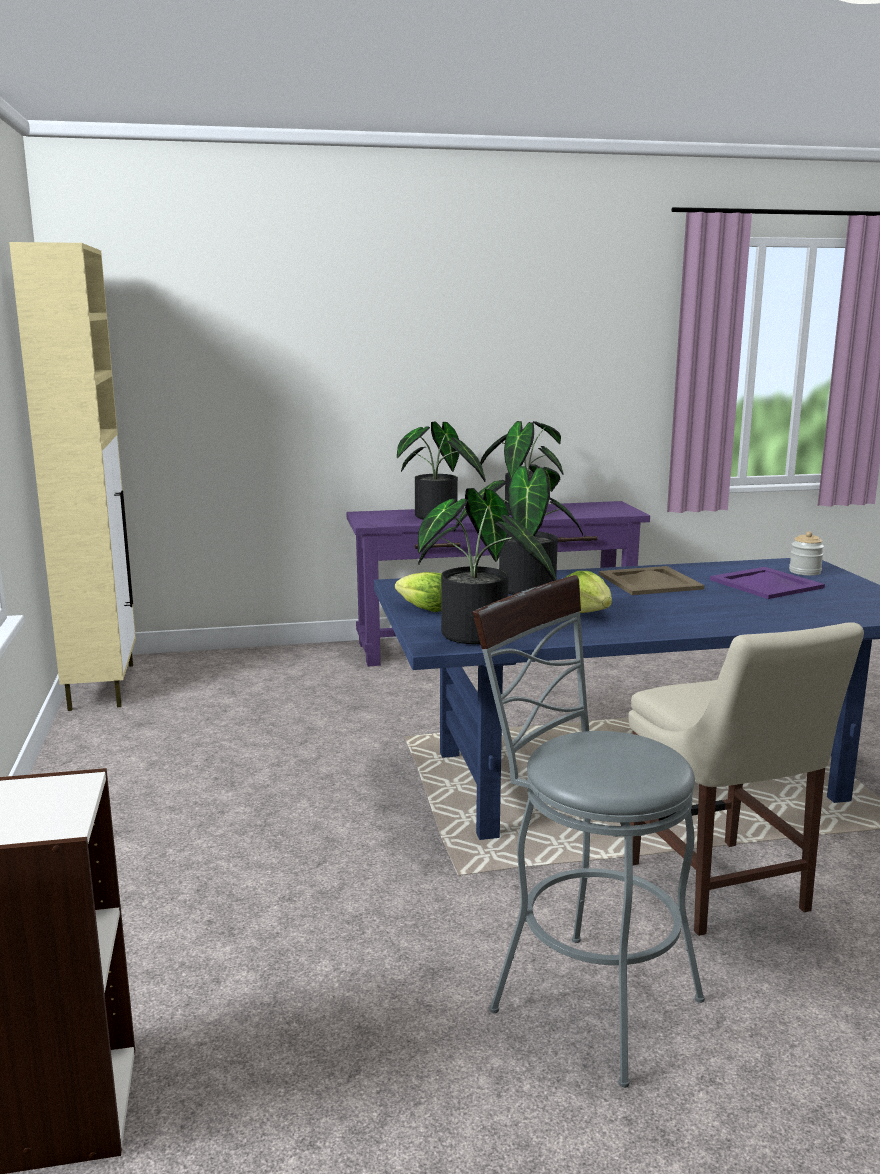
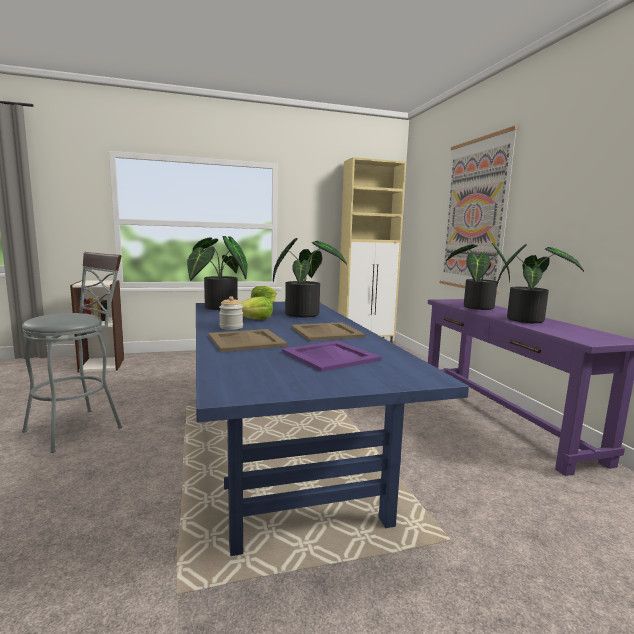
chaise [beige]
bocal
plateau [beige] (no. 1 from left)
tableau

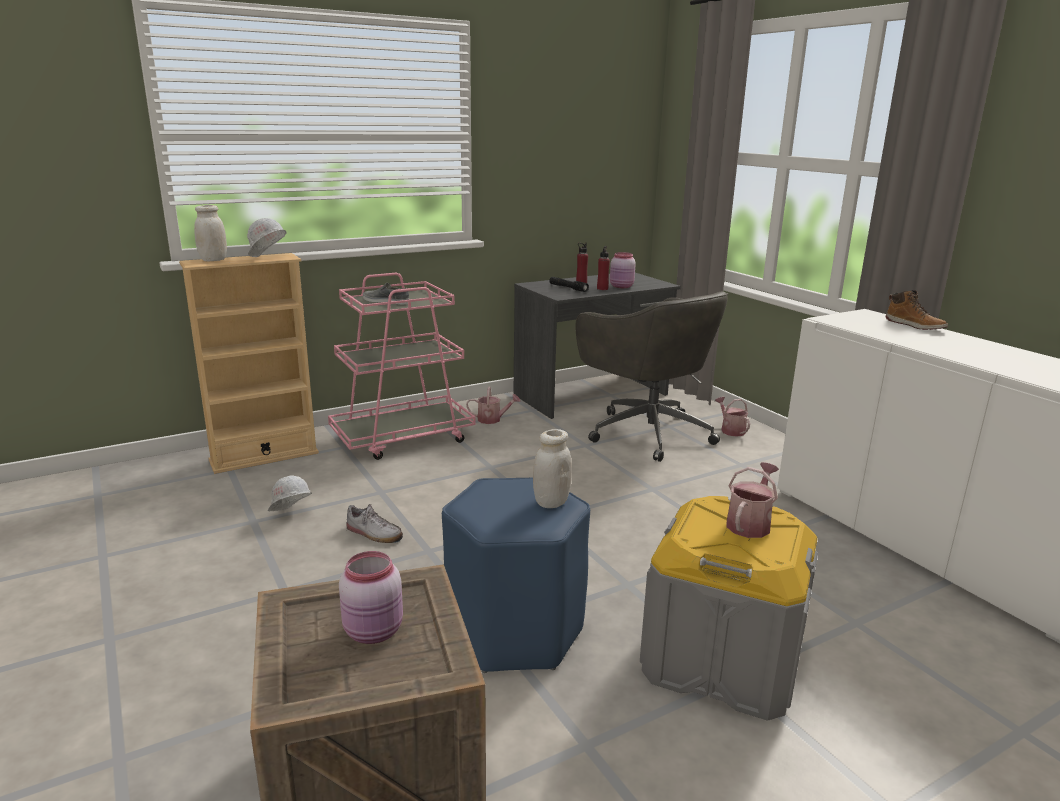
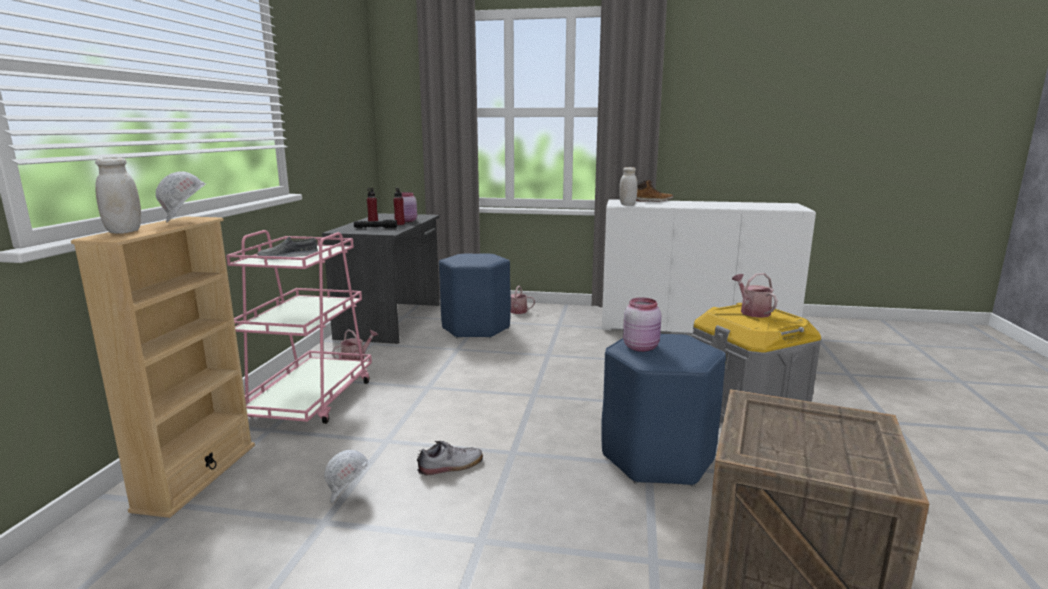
bocal [rose] (no. 2 from left)
bocal [blanc] (no. 2 from left)
tabouret [bleu] (no. 1 from left)

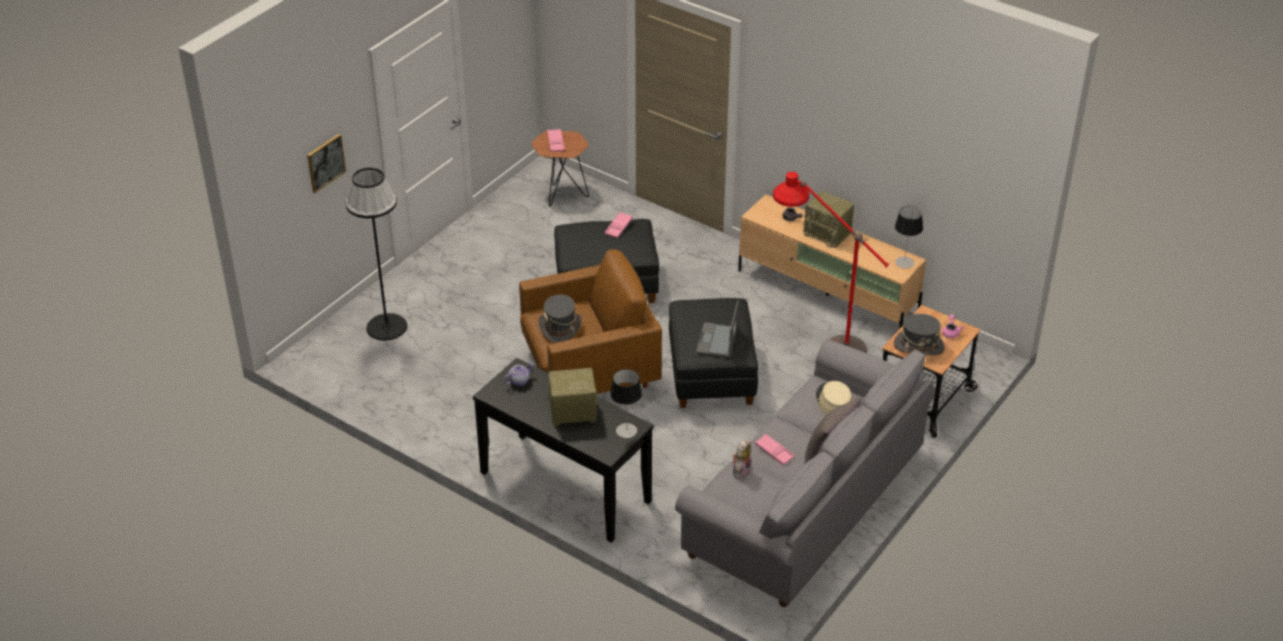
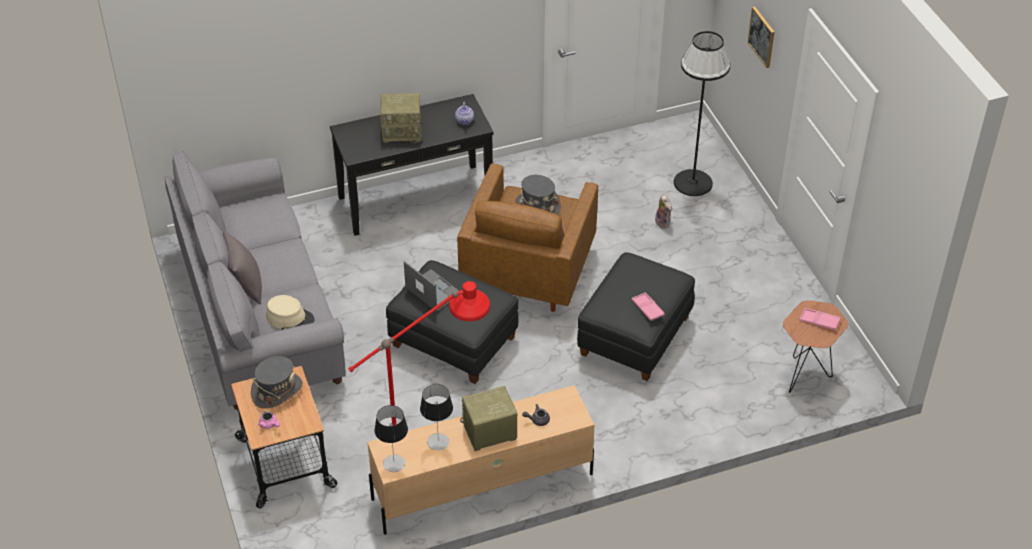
radio (no. 1 from left)
lampe de table (no. 2 from left)
peluche
plateau [rose] (no. 3 from left in the first image)

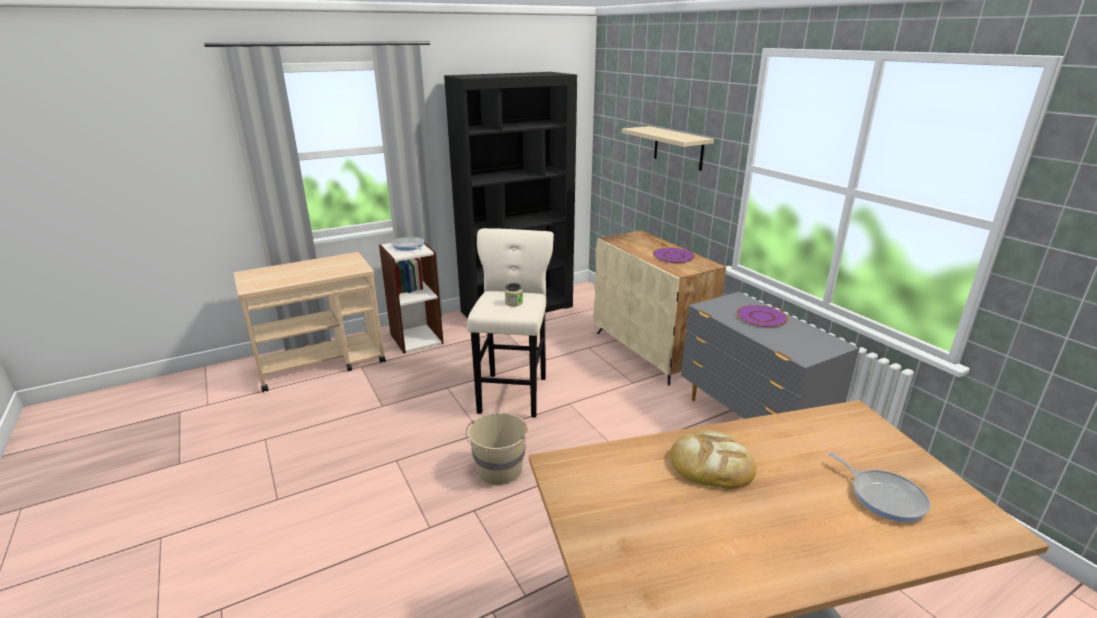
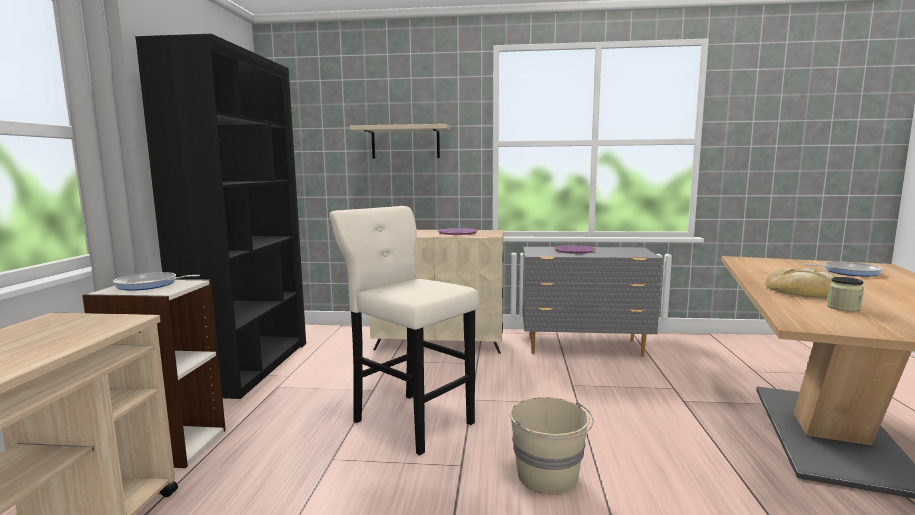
bocal

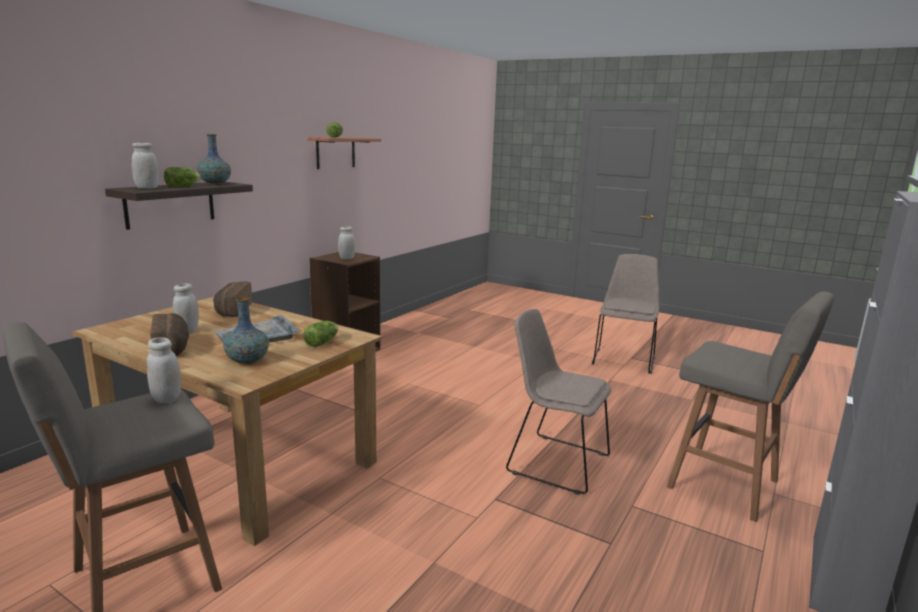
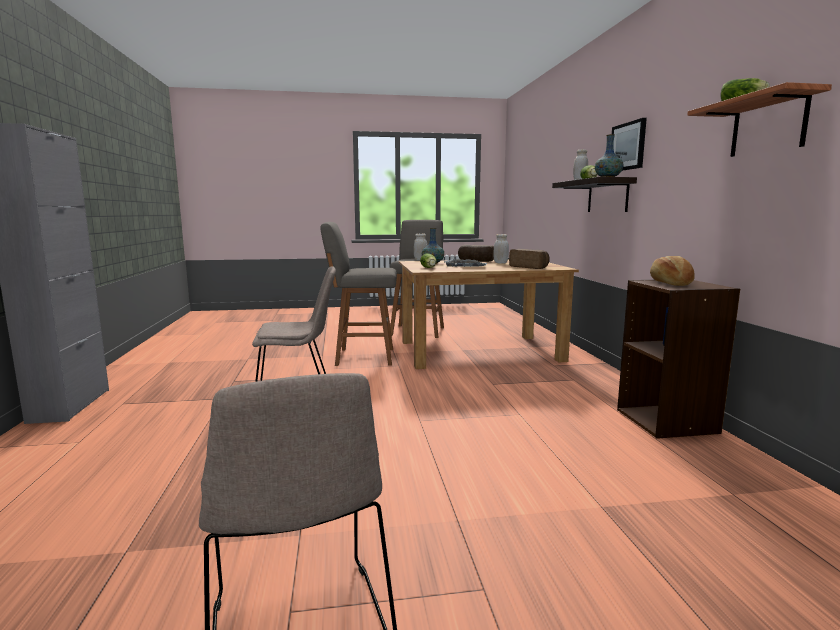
pain (no. 3 from left)
tabouret [gris] (no. 1 from left)
tableau

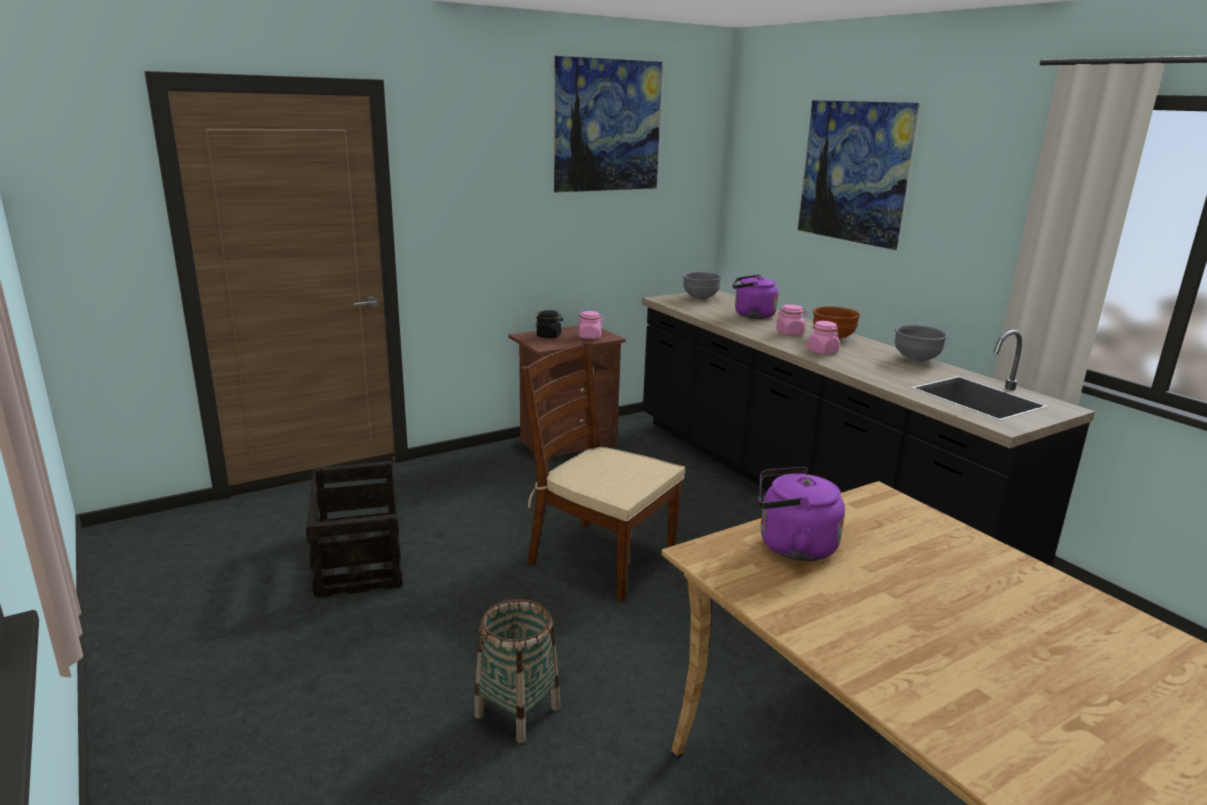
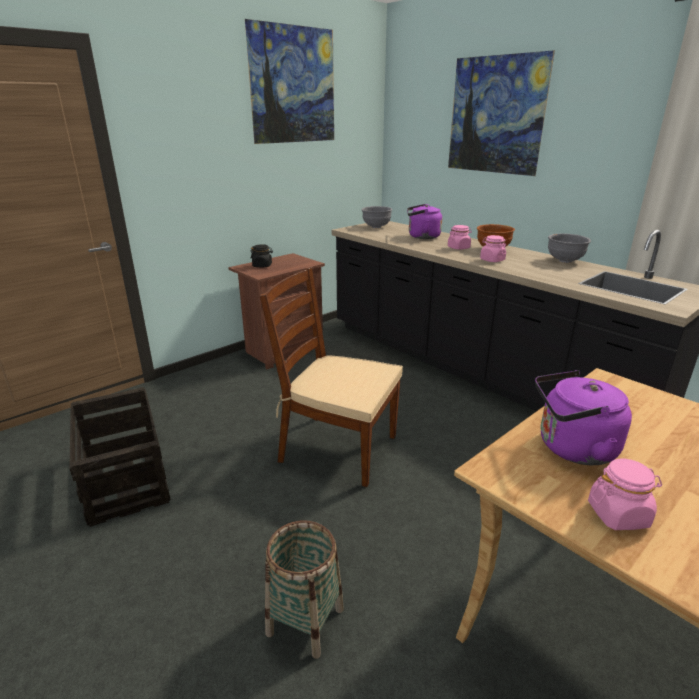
bocal [rose] (no. 3 from left)

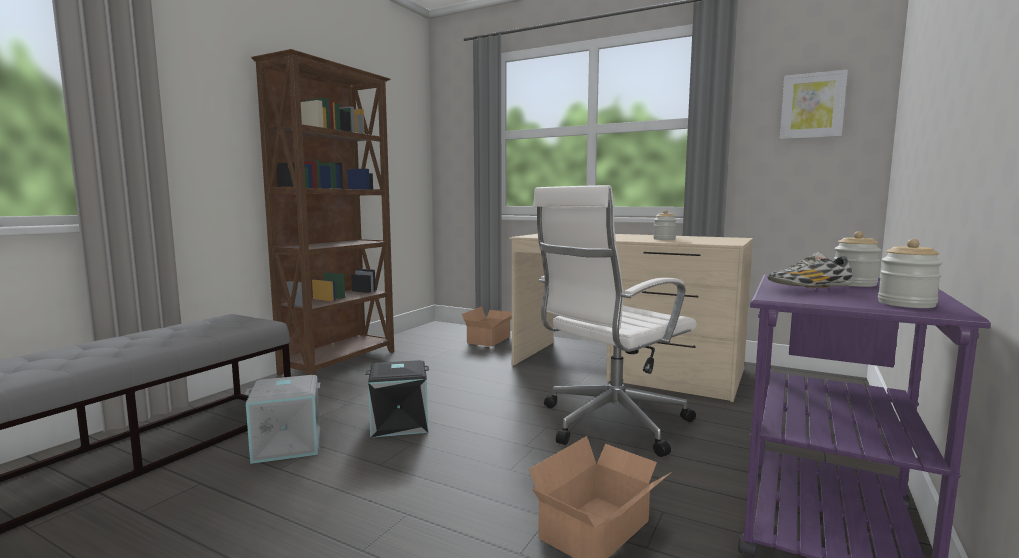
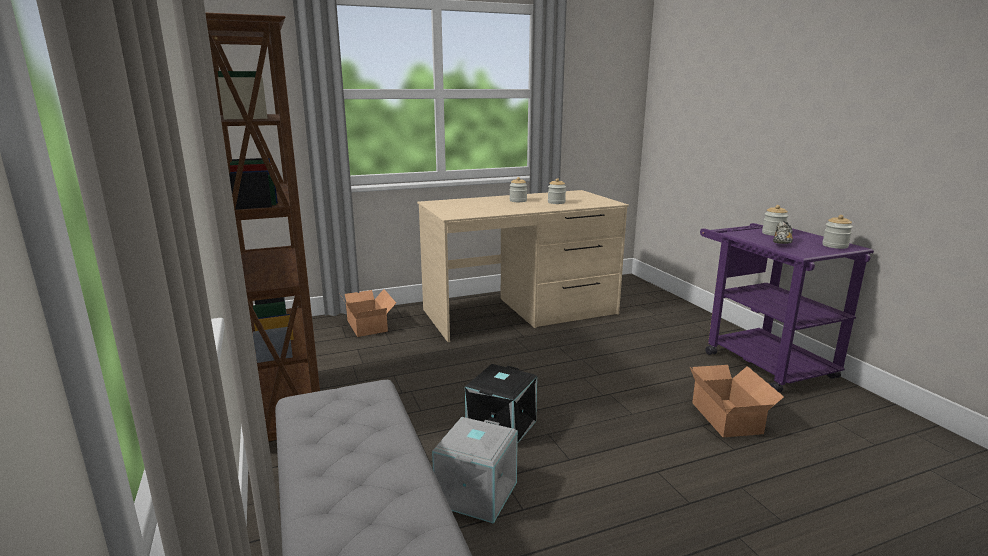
chaise de bureau [blanc]
tableau
bocal (no. 1 from left)

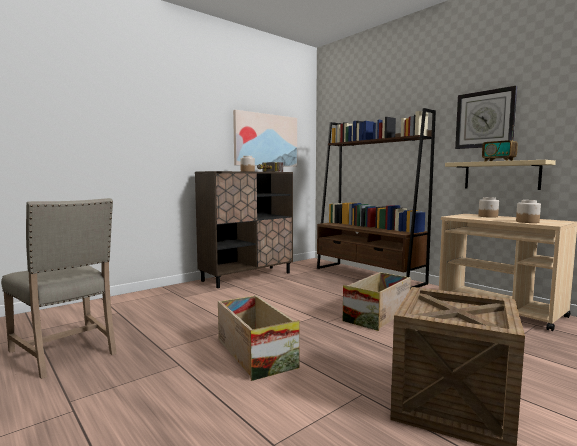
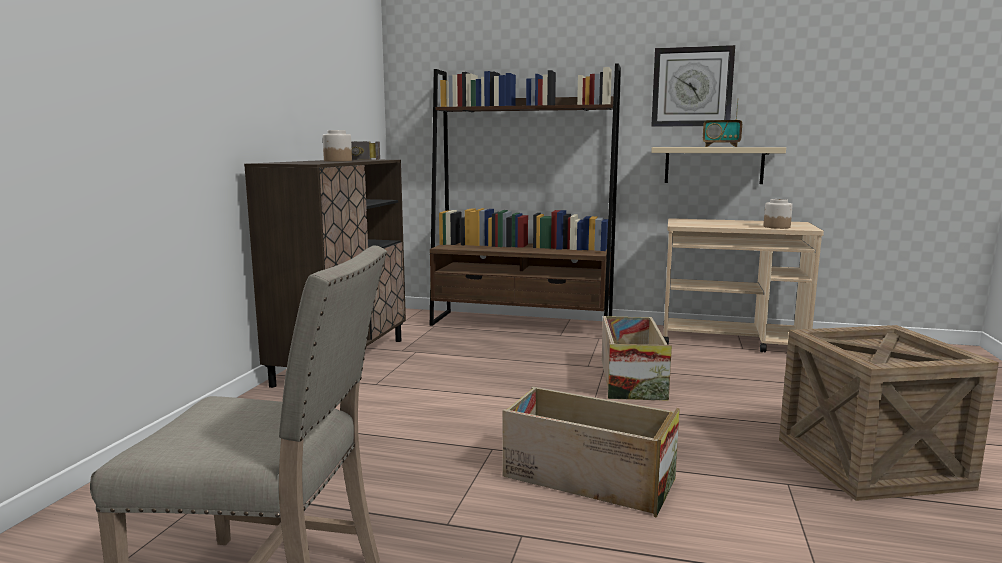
tableau
bocal (no. 2 from left in the first image)

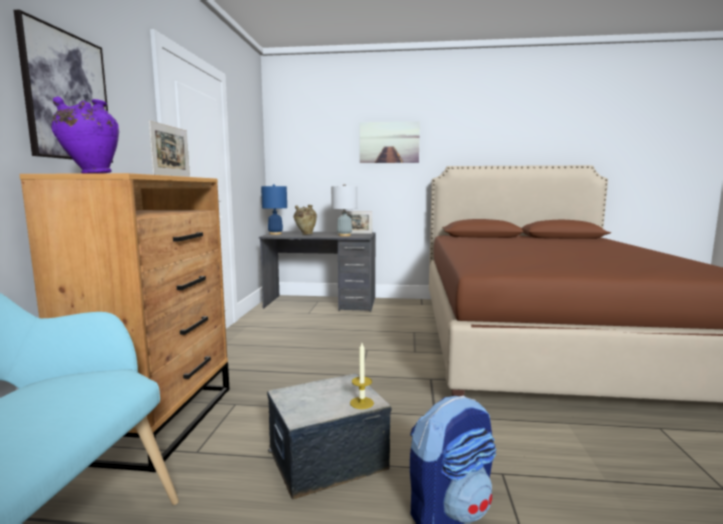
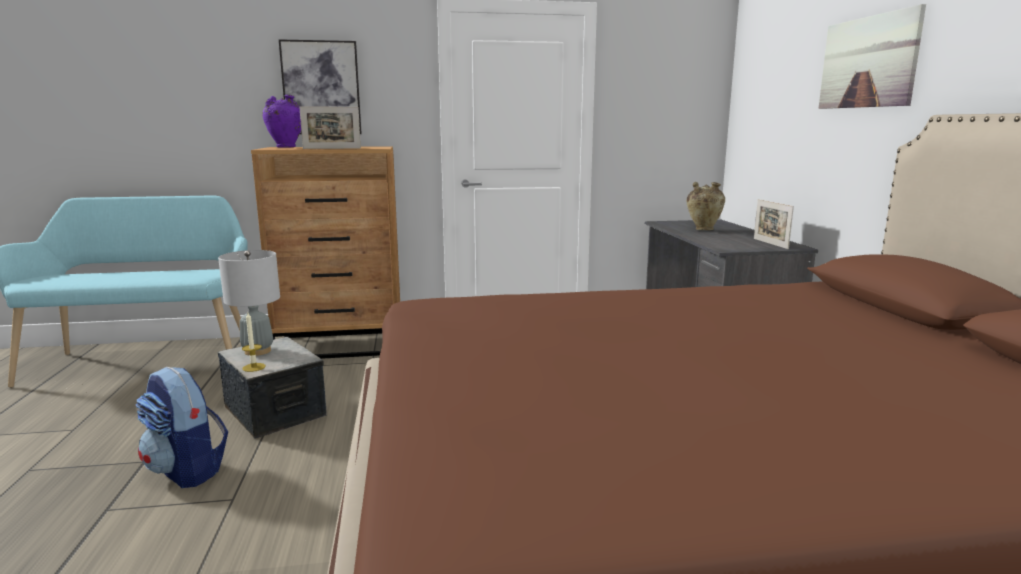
lampe de table [bleu]
lampe de table [gris]

